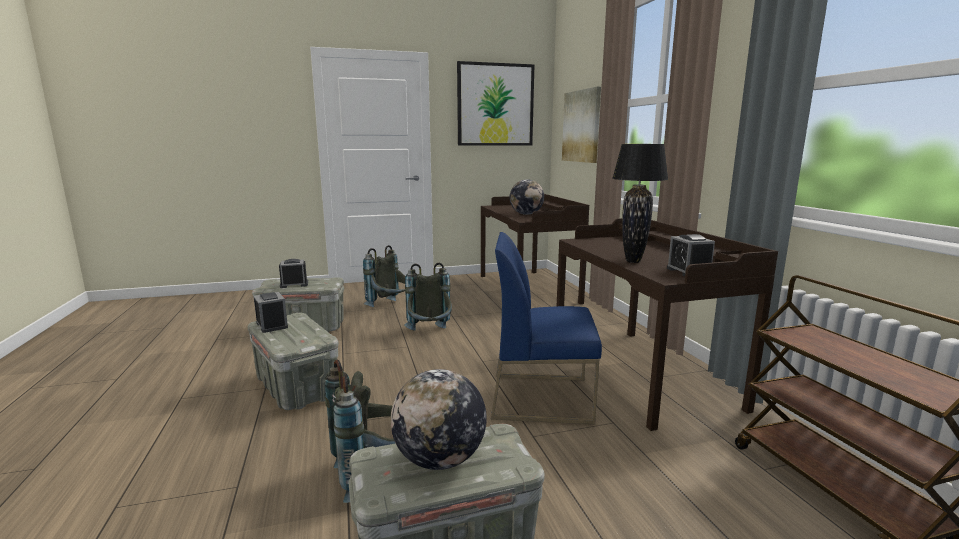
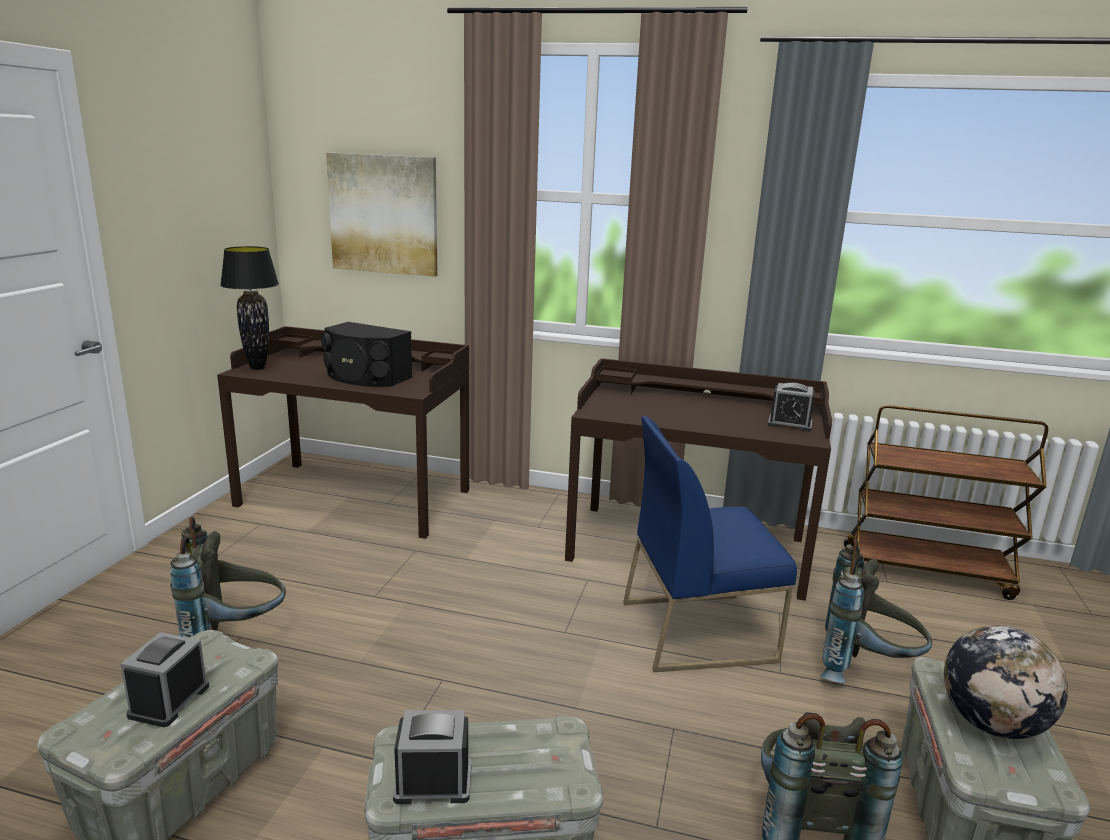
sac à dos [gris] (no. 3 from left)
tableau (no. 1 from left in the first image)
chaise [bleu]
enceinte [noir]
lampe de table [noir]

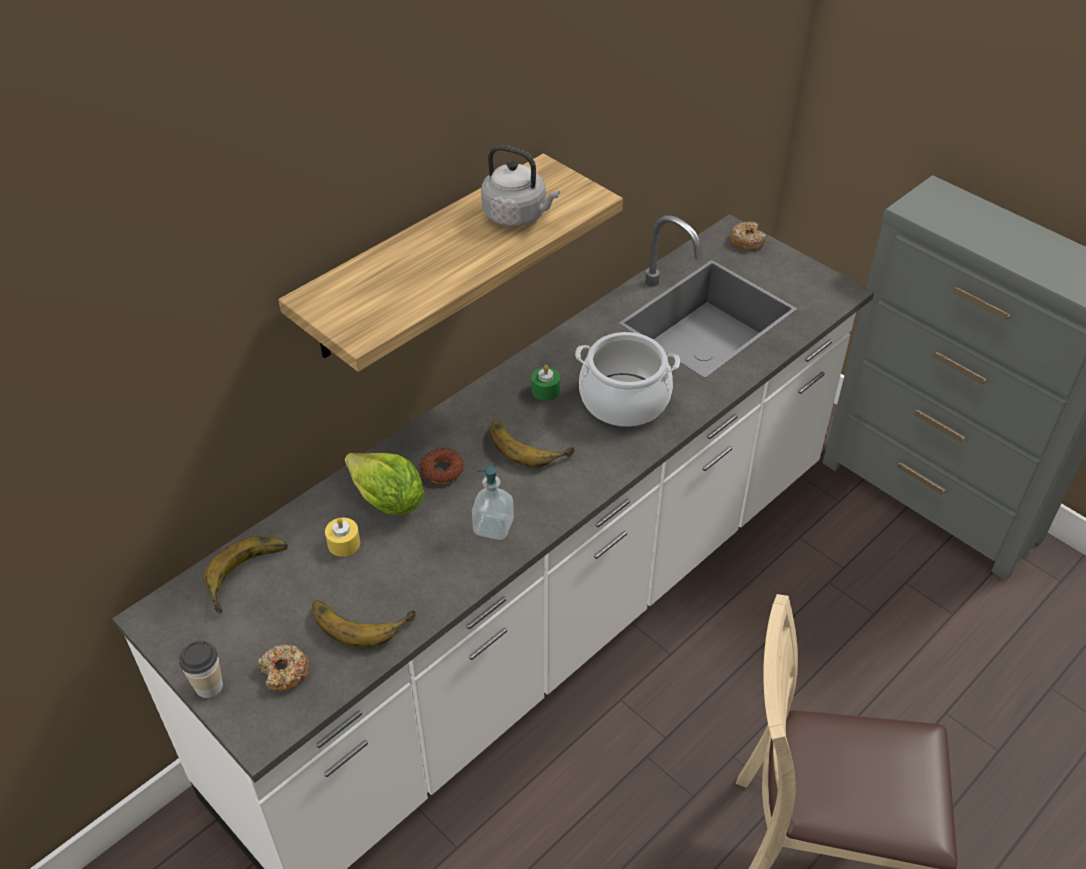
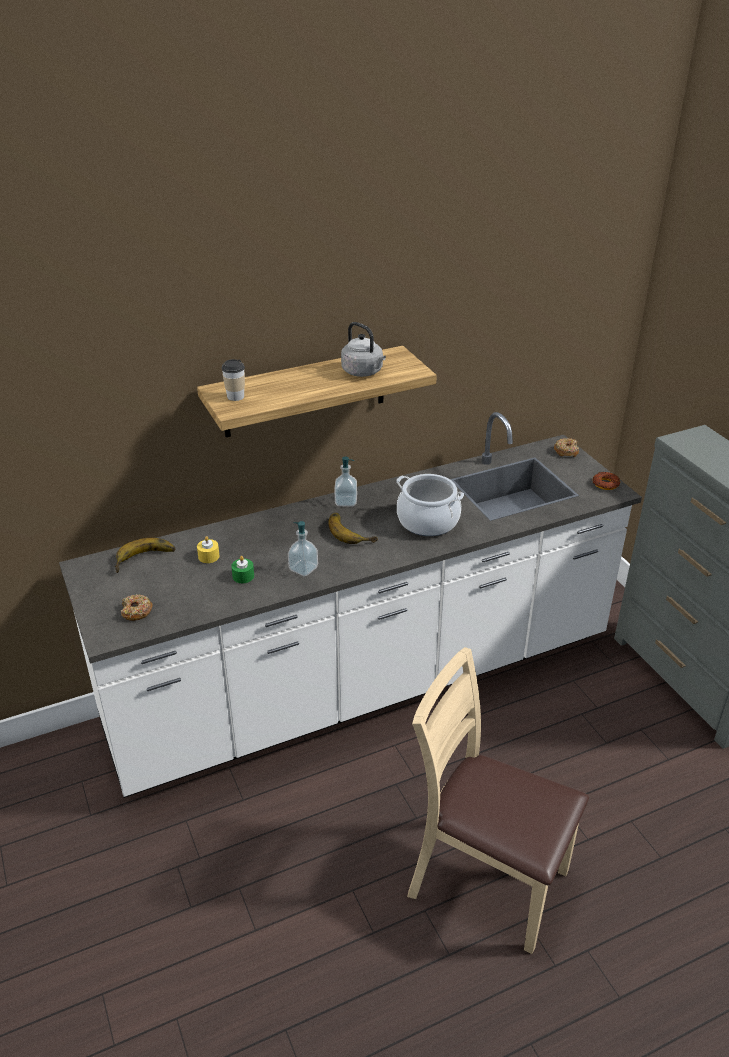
tasse
banane (no. 2 from left in the first image)
laitue
beignet (no. 3 from left)
bougie [vert]
distributeur de savon (no. 2 from left)

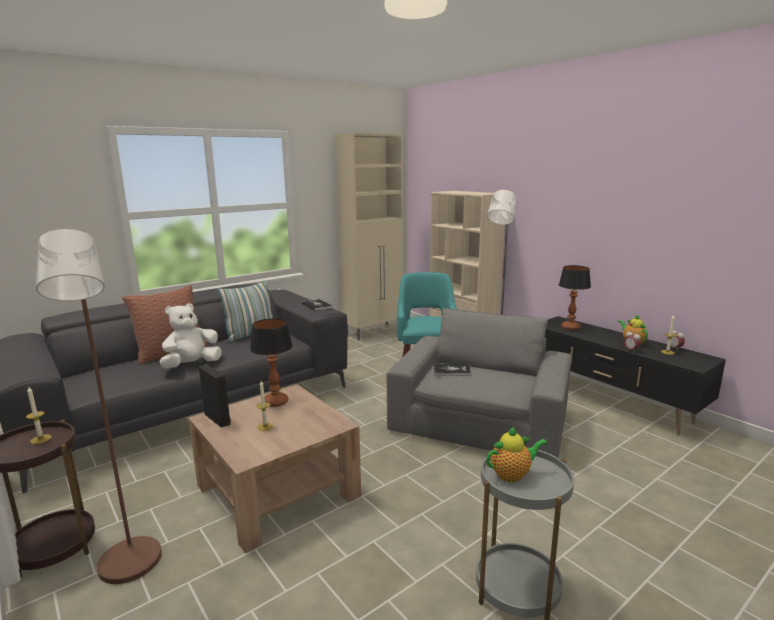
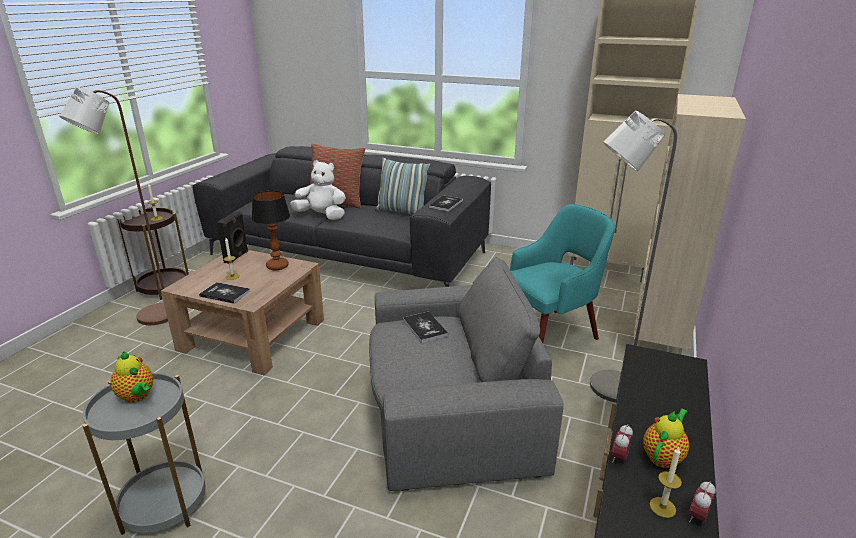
lampe de table (no. 2 from left in the first image)
livre (no. 1 from left)

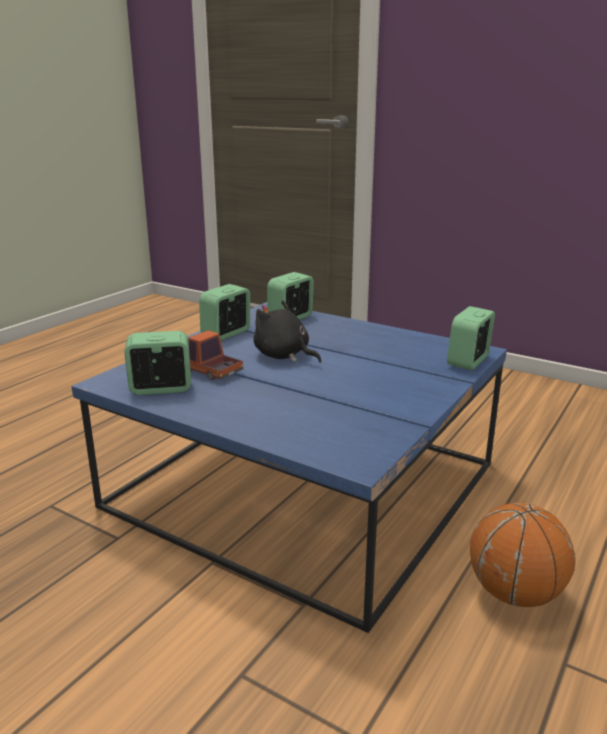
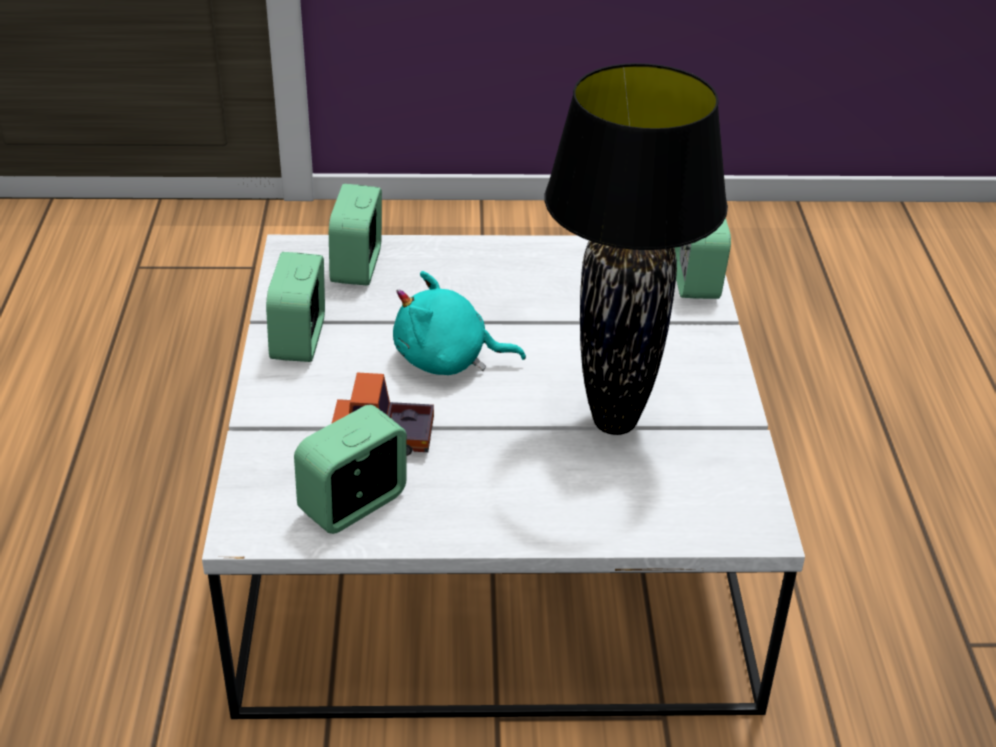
table basse [blanc]
peluche [turquoise]
ballon de basket
lampe de table [noir]

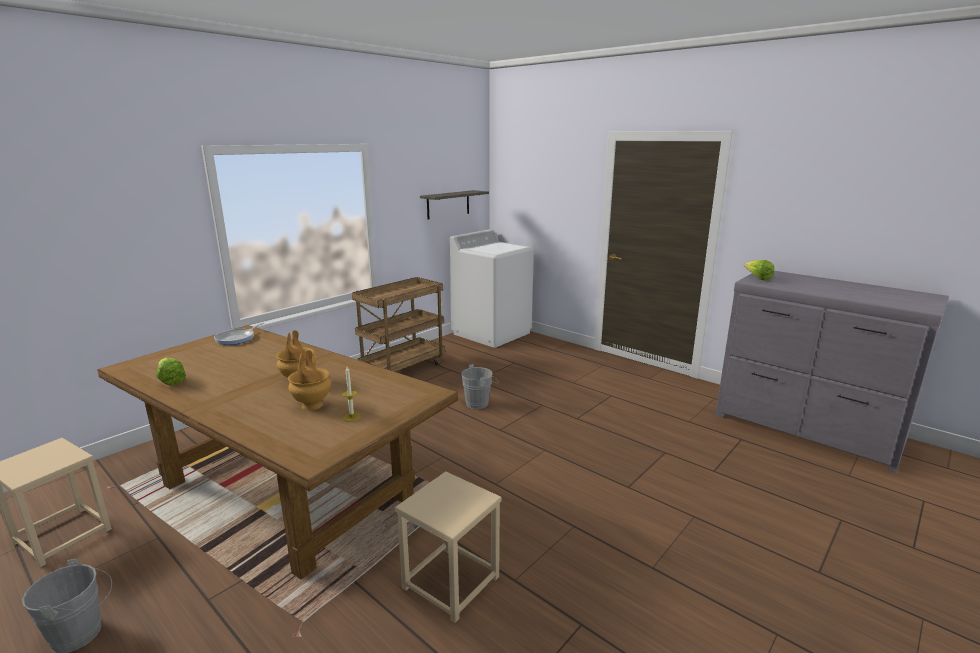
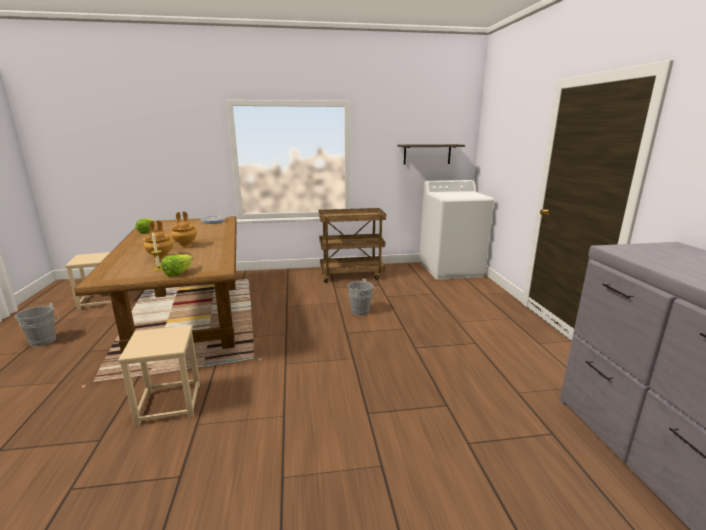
laitue (no. 2 from left)

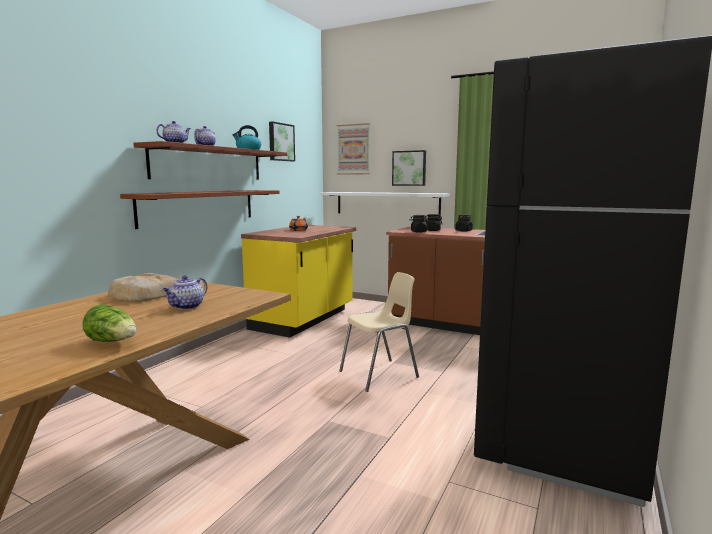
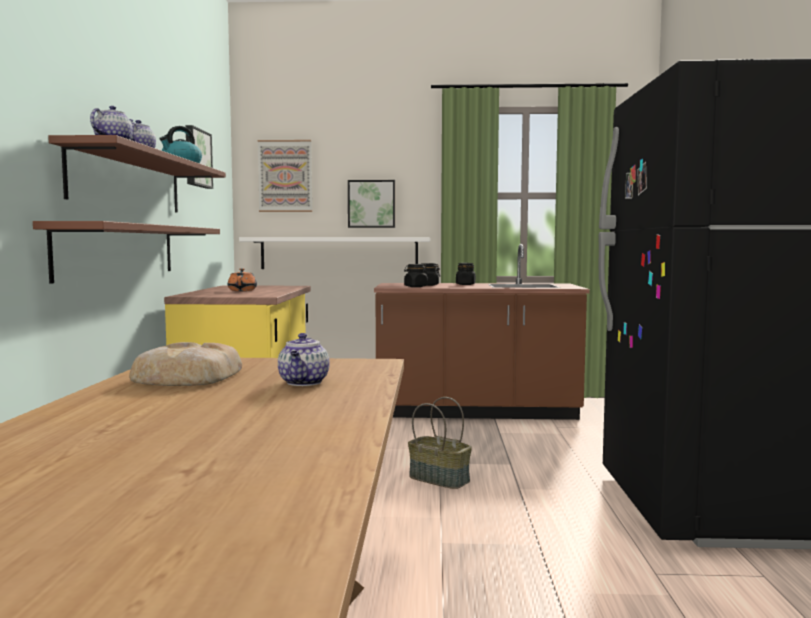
laitue
panier

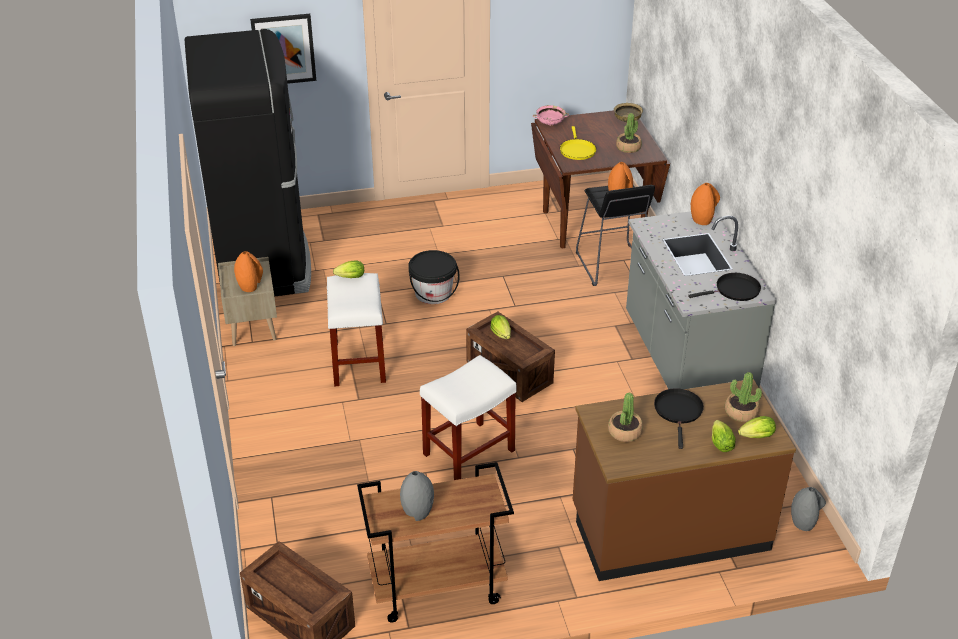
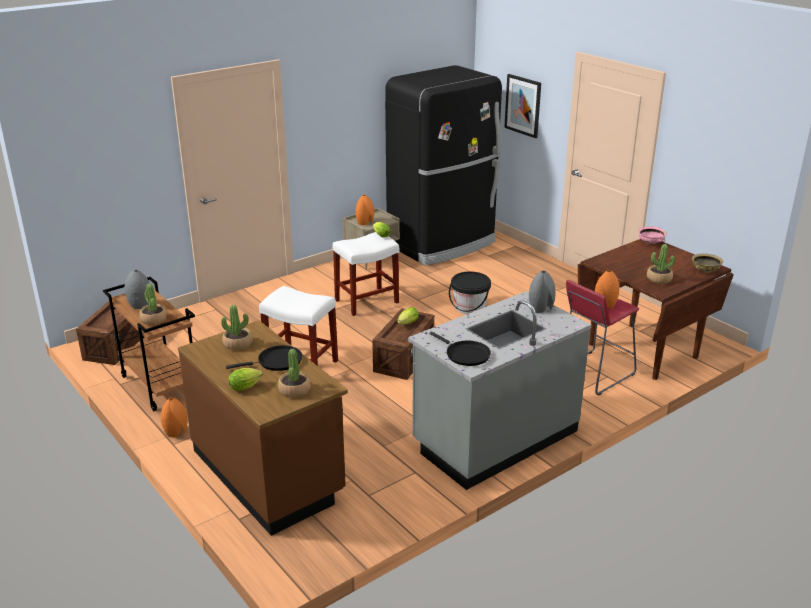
poêle [jaune]
tabouret [rouge]
vase [orange] (no. 1 from left)
laitue (no. 4 from left in the first image)
vase [gris] (no. 2 from left)
plante en pot (no. 1 from left)

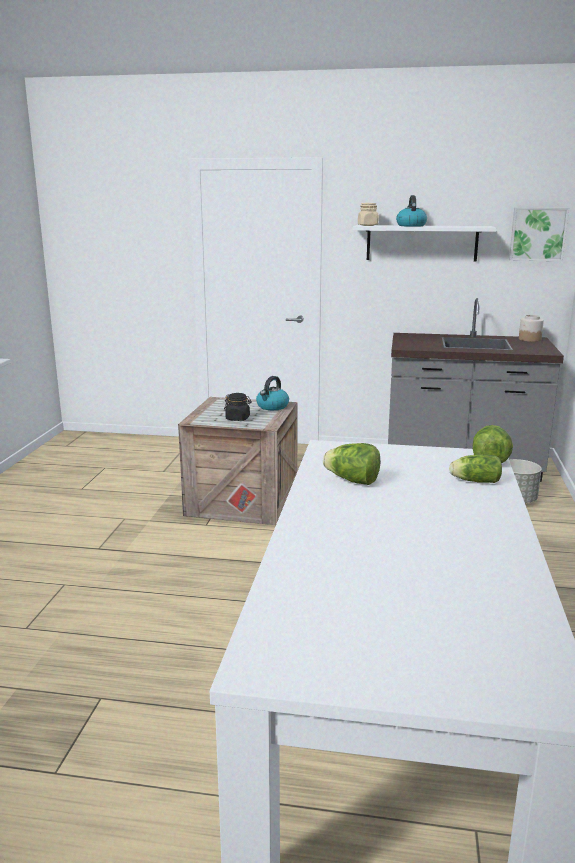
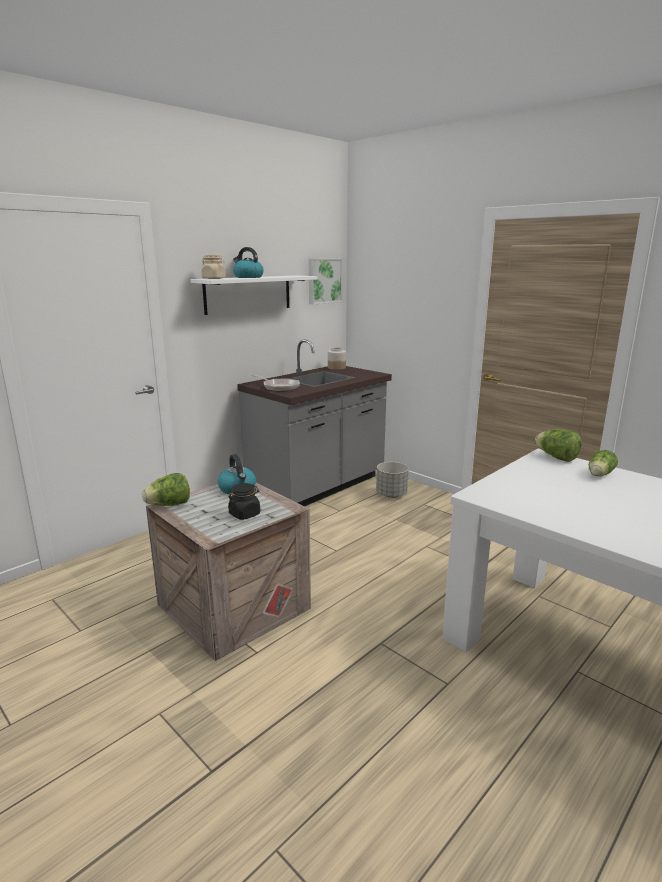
laitue (no. 1 from left)
poêle

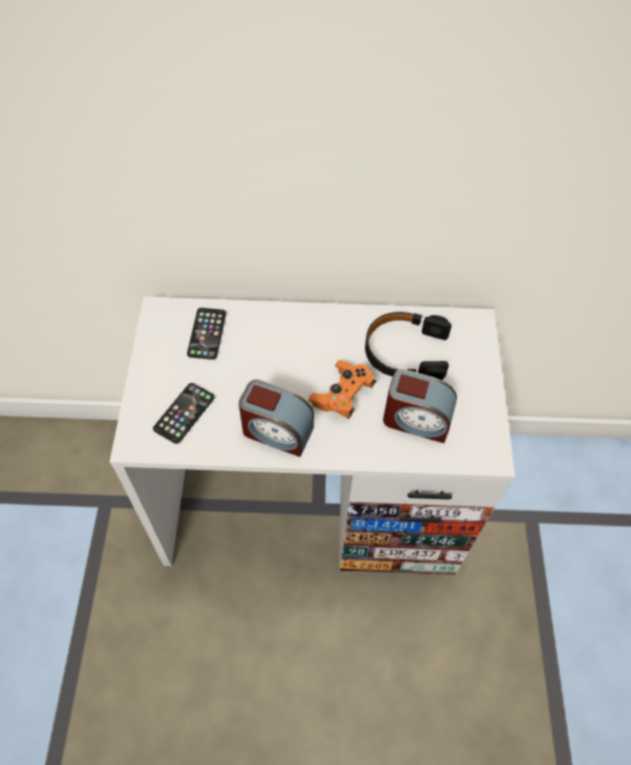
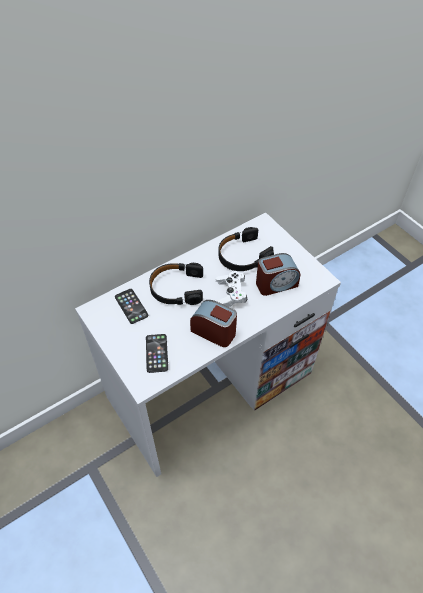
réveil (no. 1 from left)
manette [blanc]
casque audio [noir] (no. 1 from left)

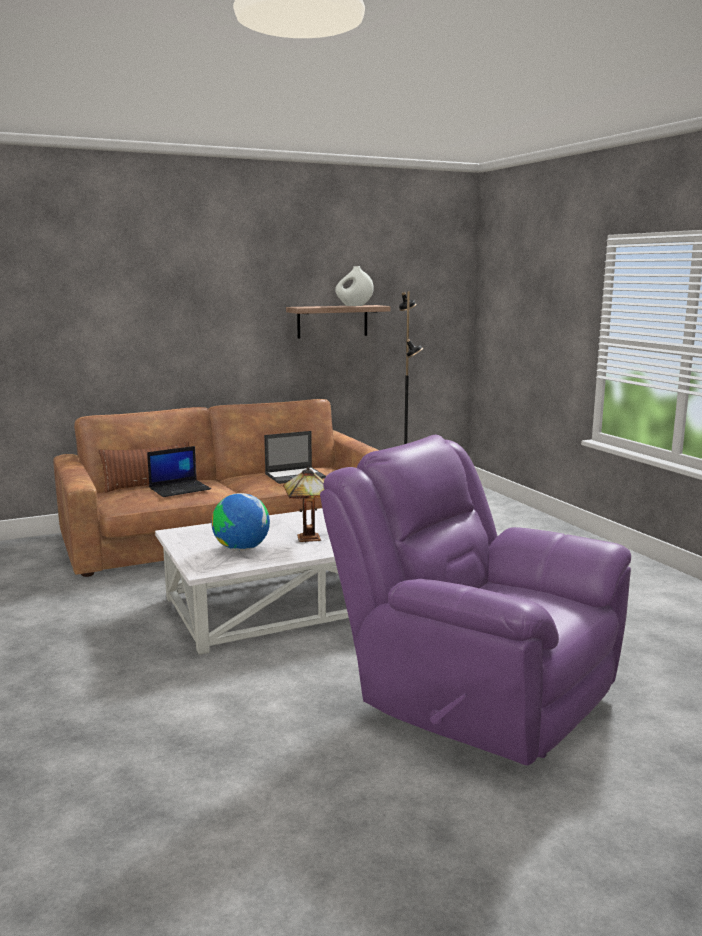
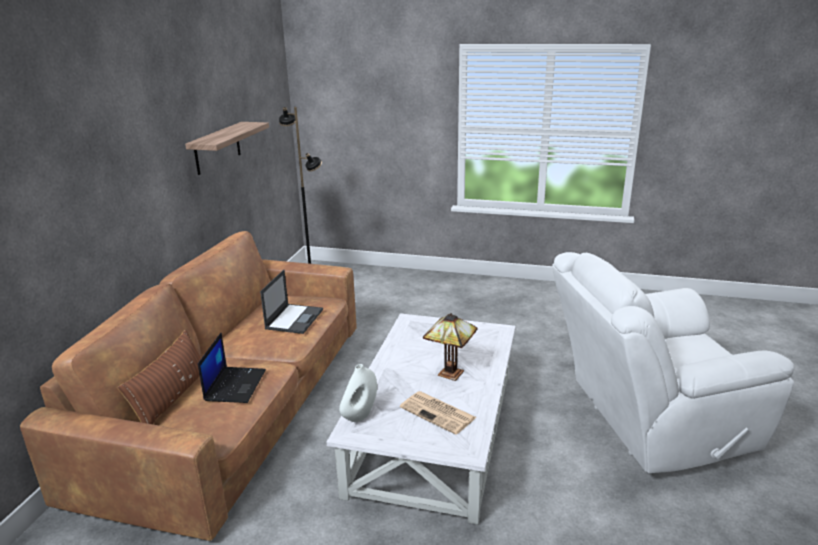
journal
fauteuil [blanc]
vase [blanc]

